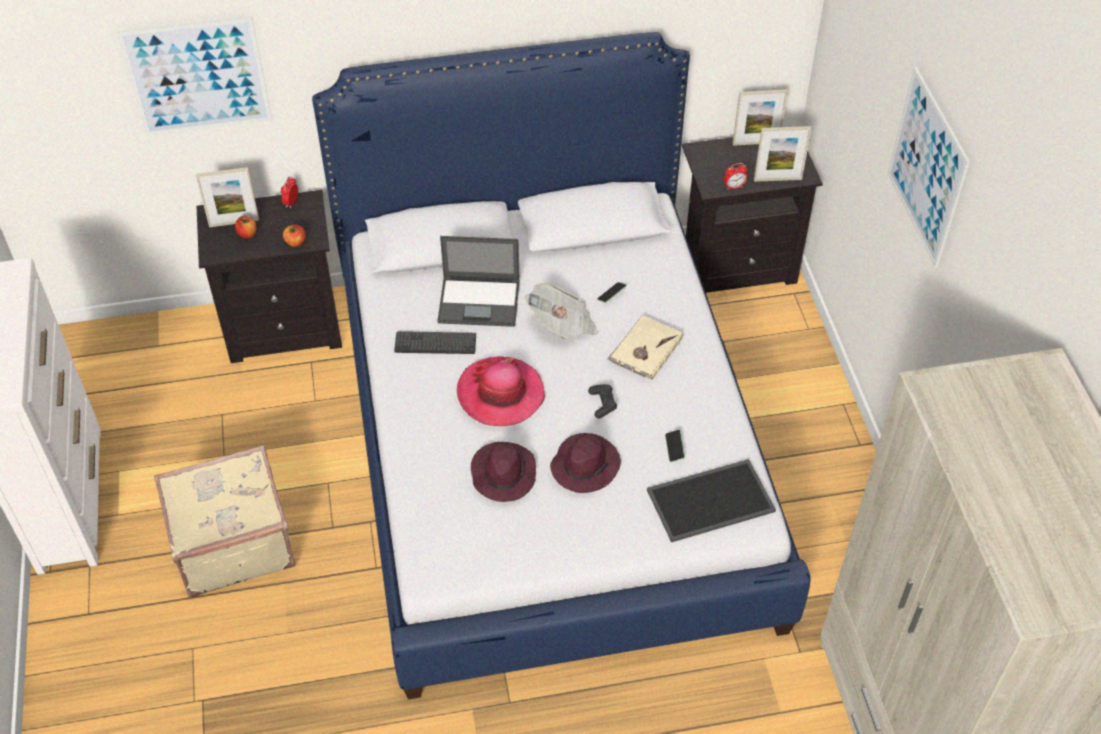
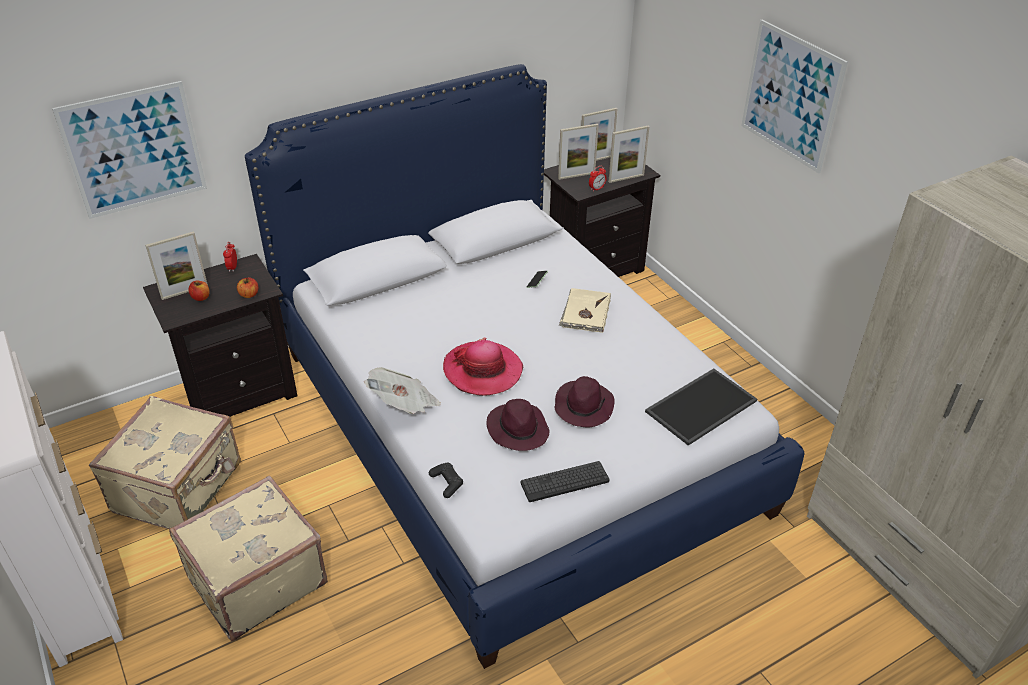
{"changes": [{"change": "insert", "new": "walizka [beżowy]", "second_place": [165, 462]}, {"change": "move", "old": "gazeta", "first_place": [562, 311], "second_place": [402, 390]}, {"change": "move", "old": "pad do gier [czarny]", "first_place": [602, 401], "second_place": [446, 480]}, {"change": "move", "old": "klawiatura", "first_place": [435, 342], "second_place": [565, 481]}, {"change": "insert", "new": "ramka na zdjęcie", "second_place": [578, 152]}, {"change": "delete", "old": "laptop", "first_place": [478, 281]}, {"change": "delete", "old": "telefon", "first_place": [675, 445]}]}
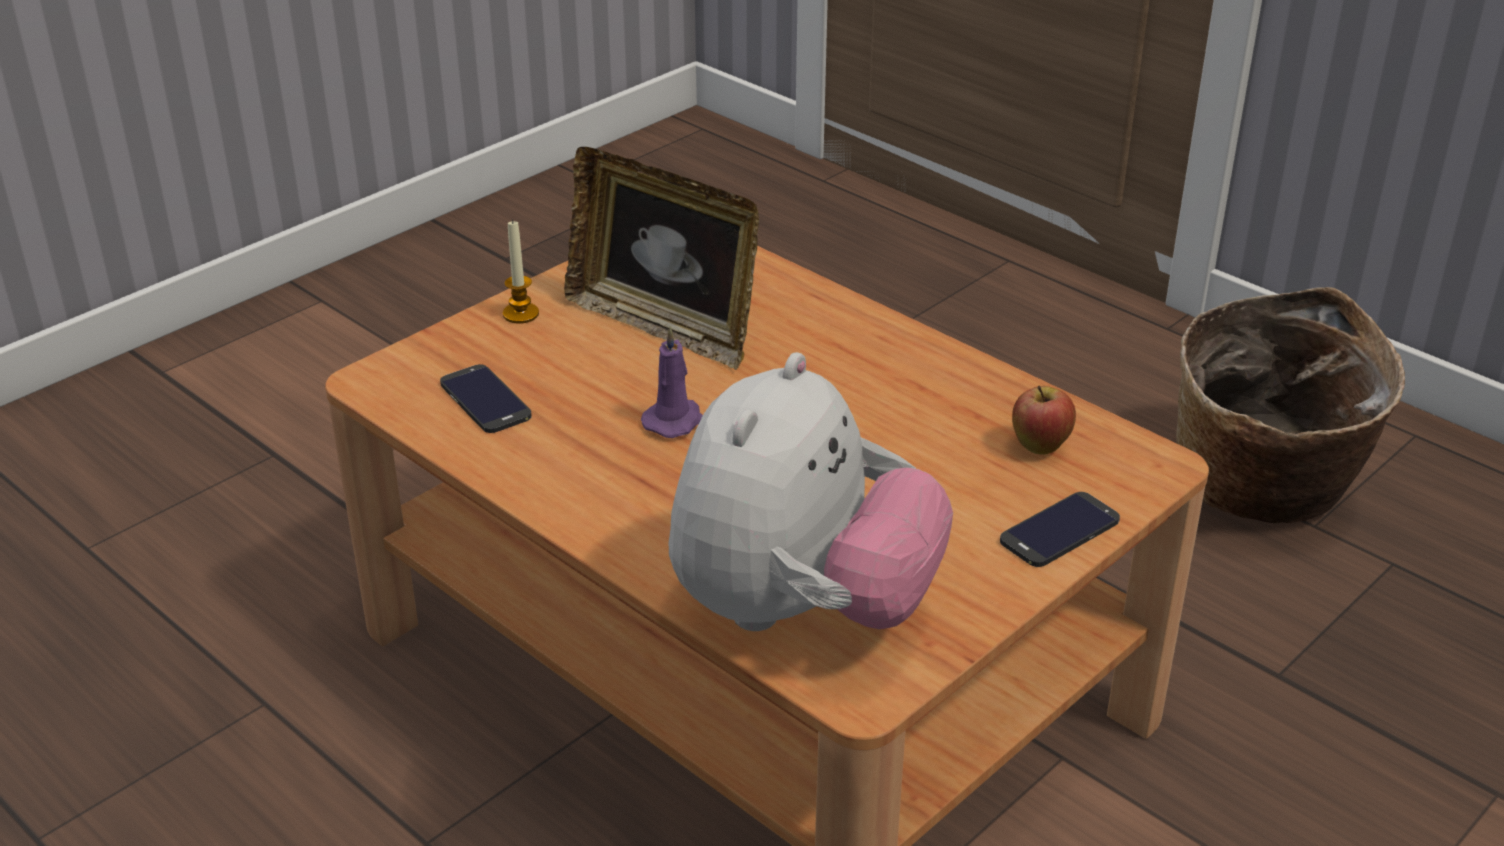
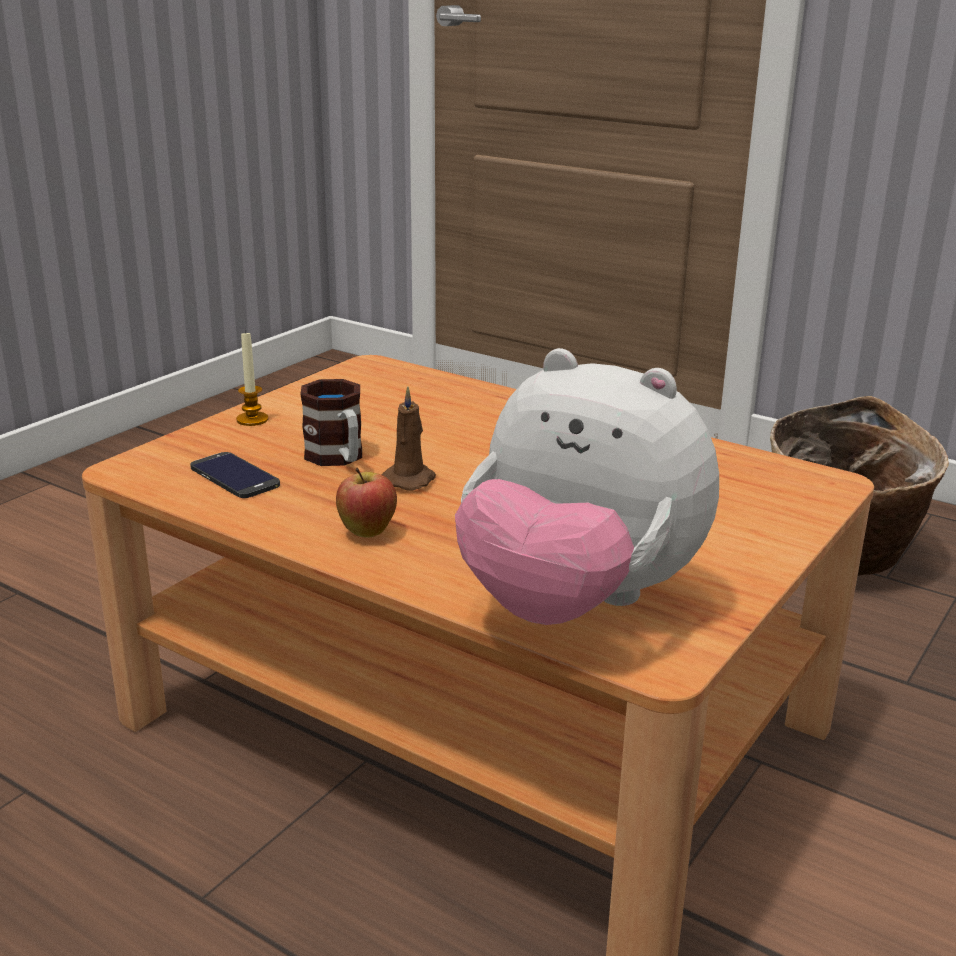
{"changes": [{"change": "insert", "new": "kubek", "second_place": [331, 422]}, {"change": "move", "old": "jabłko", "first_place": [1044, 420], "second_place": [366, 502]}, {"change": "recolor", "old": "świeca [fioletowy]", "new": "świeca [brązowy]", "first_place": [672, 382], "second_place": [409, 438]}, {"change": "rotate", "old": "pluszak", "first_place": [810, 491], "second_place": [587, 486], "degrees": 105}, {"change": "delete", "old": "ramka na zdjęcie", "first_place": [661, 258]}, {"change": "delete", "old": "telefon", "first_place": [1060, 529]}]}
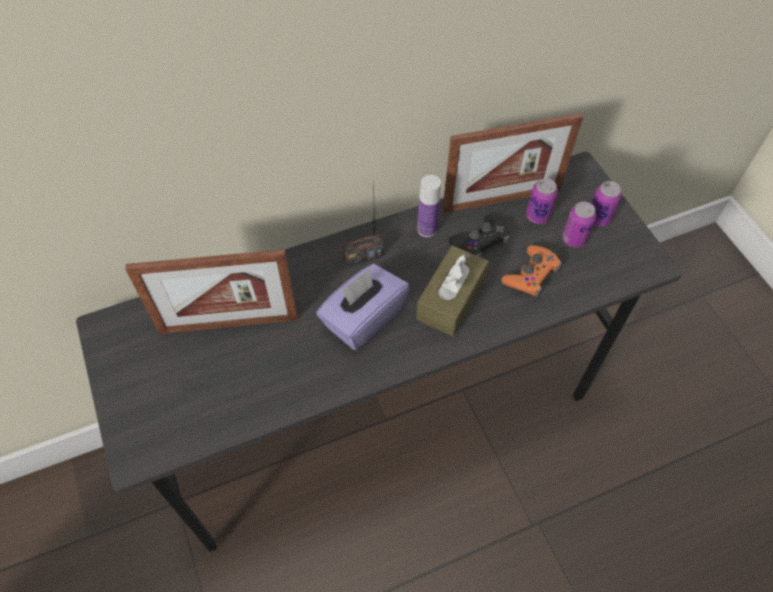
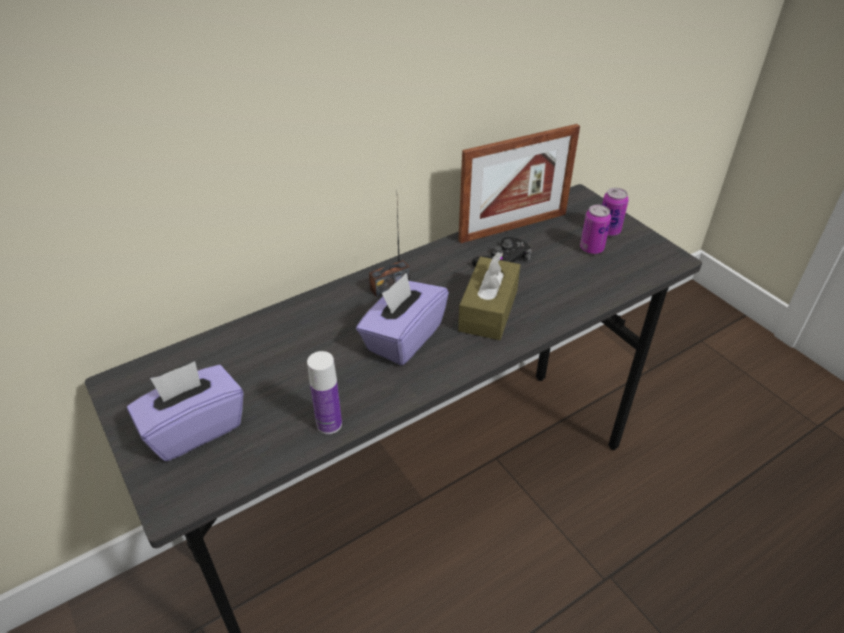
{"changes": [{"change": "insert", "new": "pudełko chusteczek [fioletowy]", "second_place": [185, 411]}, {"change": "move", "old": "butelka", "first_place": [429, 206], "second_place": [324, 392]}, {"change": "delete", "old": "ramka na zdjęcie", "first_place": [211, 291]}, {"change": "delete", "old": "pad do gier [pomarańczowy]", "first_place": [531, 271]}, {"change": "delete", "old": "puszka", "first_place": [542, 201]}]}
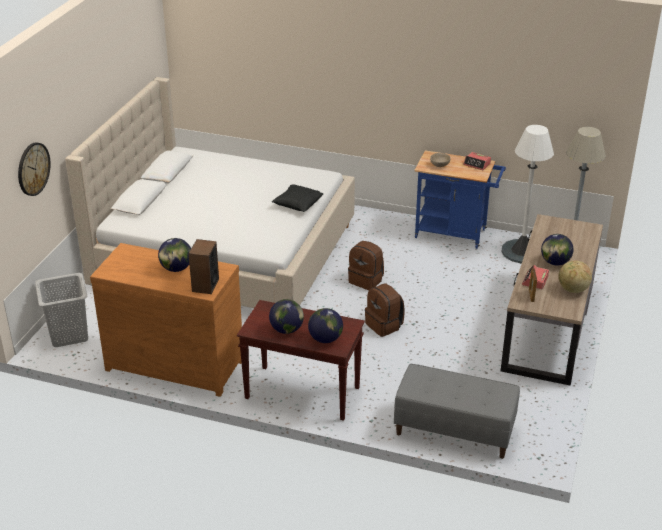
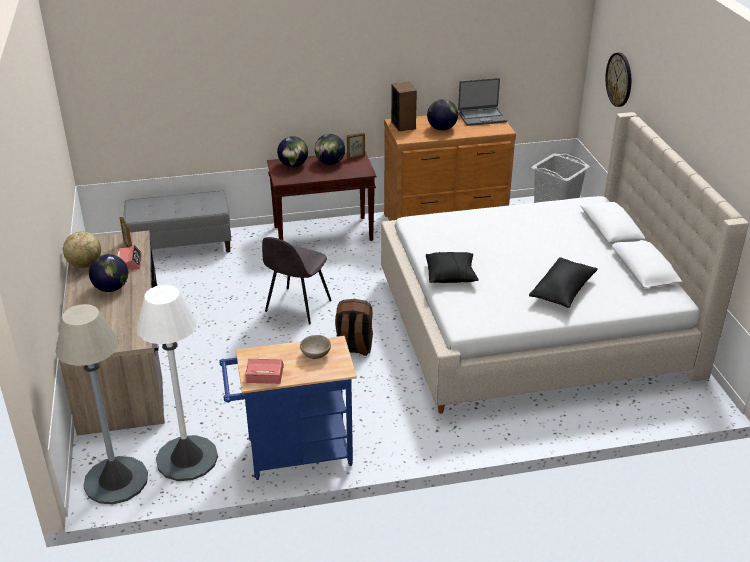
{"changes": [{"change": "replace", "old": "plecak [brązowy]", "new": "krzesło [szary]", "first_place": [385, 310], "second_place": [297, 281]}, {"change": "insert", "new": "ramka na zdjęcie", "second_place": [356, 145]}, {"change": "insert", "new": "laptop", "second_place": [482, 102]}, {"change": "insert", "new": "poduszka [czarny]", "second_place": [563, 282]}]}
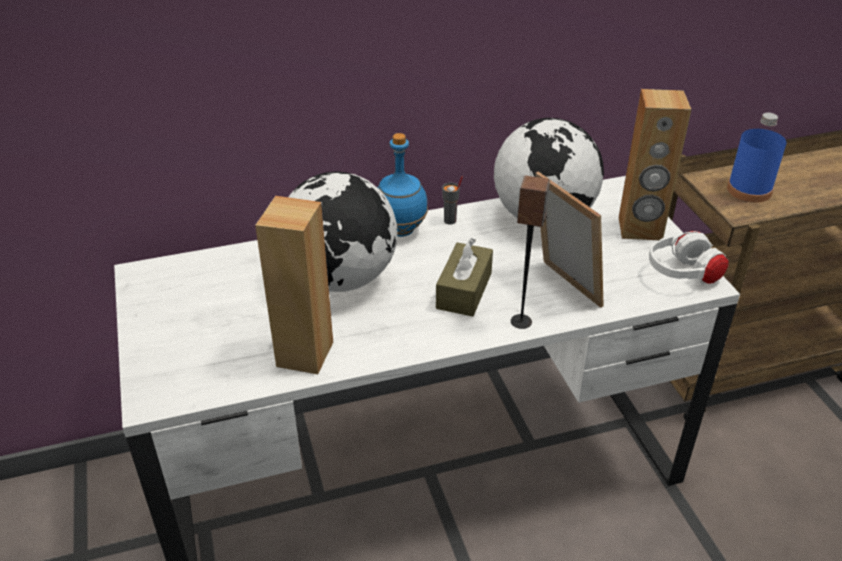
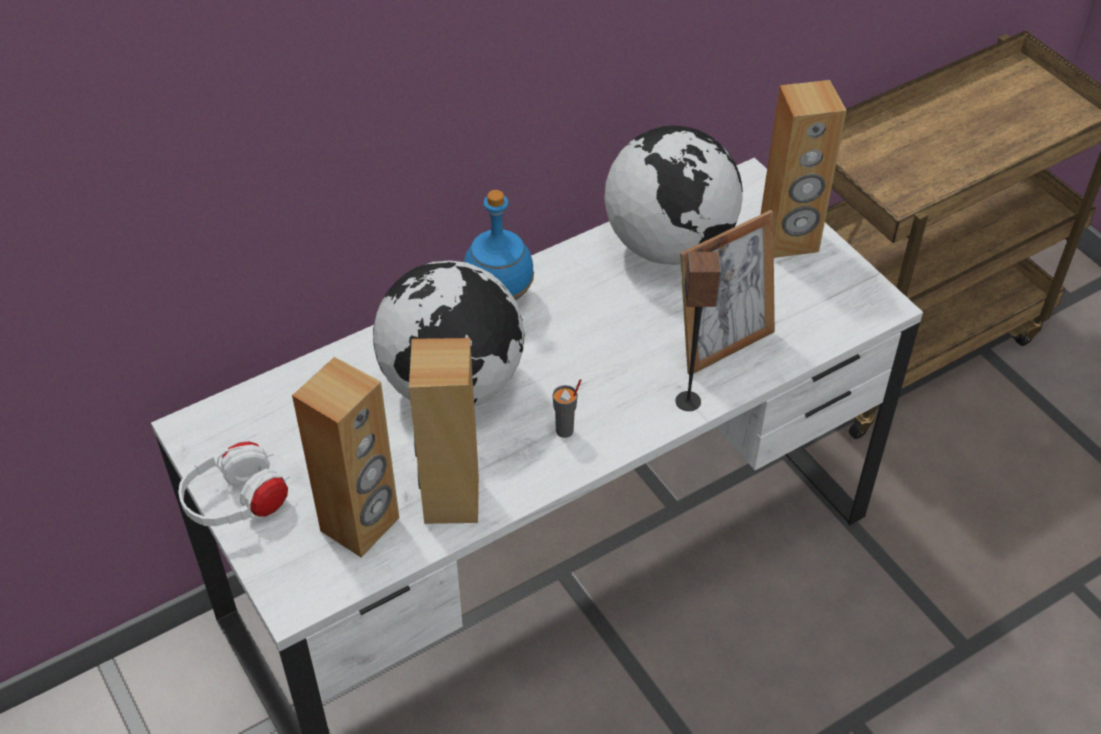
{"changes": [{"change": "move", "old": "słuchawki [biały]", "first_place": [689, 258], "second_place": [233, 483]}, {"change": "insert", "new": "głośnik [brązowy]", "second_place": [345, 457]}, {"change": "move", "old": "filiżanka [szary]", "first_place": [452, 200], "second_place": [567, 408]}, {"change": "rotate", "old": "ramka na zdjęcie", "first_place": [569, 239], "second_place": [727, 292], "degrees": 105}, {"change": "delete", "old": "pudełko chusteczek [brązowy]", "first_place": [464, 277]}, {"change": "delete", "old": "butelka [niebieski]", "first_place": [756, 157]}]}
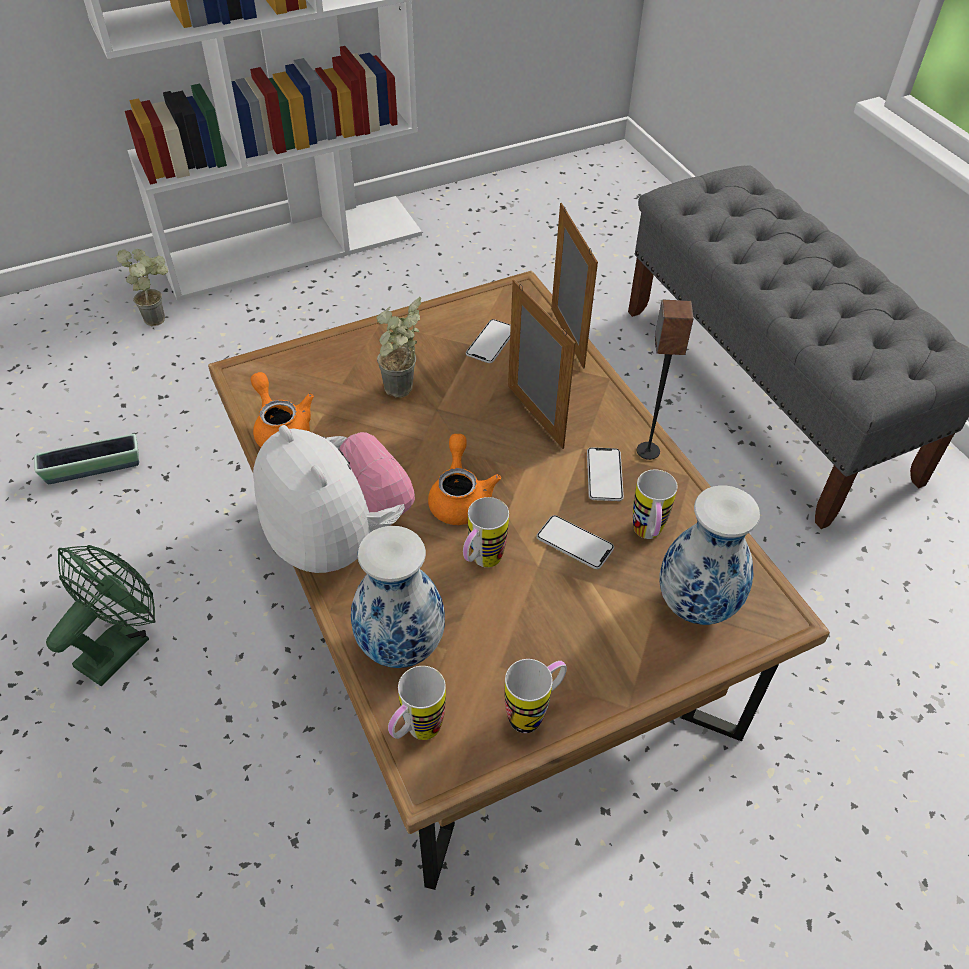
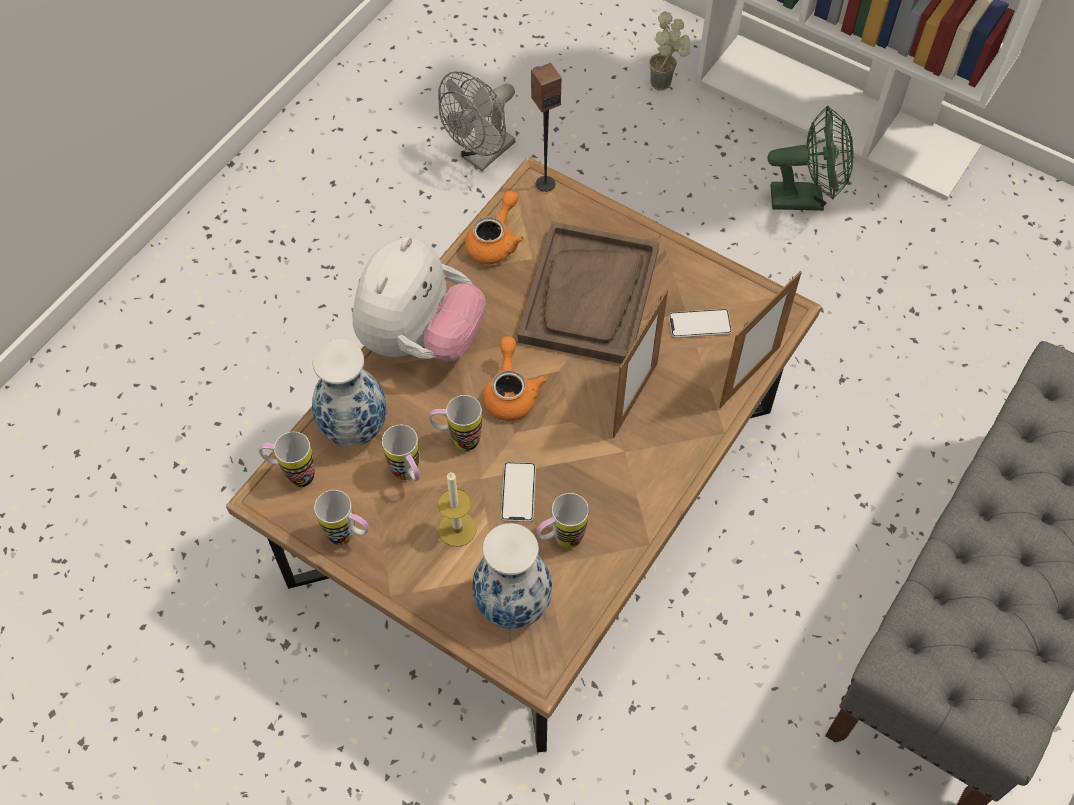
{"changes": [{"change": "insert", "new": "kubek", "second_place": [401, 453]}, {"change": "insert", "new": "świeca", "second_place": [457, 509]}, {"change": "replace", "old": "donica", "new": "wentylator [szary]", "first_place": [86, 459], "second_place": [476, 121]}, {"change": "rotate", "old": "imbryk [pomarańczowy]", "first_place": [464, 479], "second_place": [515, 378], "degrees": -60}, {"change": "replace", "old": "roślina doniczkowa", "new": "taca [brązowy]", "first_place": [398, 347], "second_place": [588, 293]}, {"change": "move", "old": "głośnik", "first_place": [665, 380], "second_place": [546, 127]}, {"change": "move", "old": "wentylator [zielony]", "first_place": [100, 615], "second_place": [811, 158]}, {"change": "delete", "old": "telefon", "first_place": [605, 474]}]}
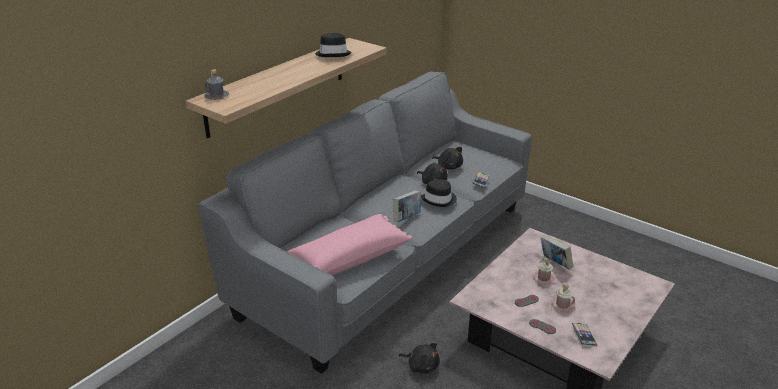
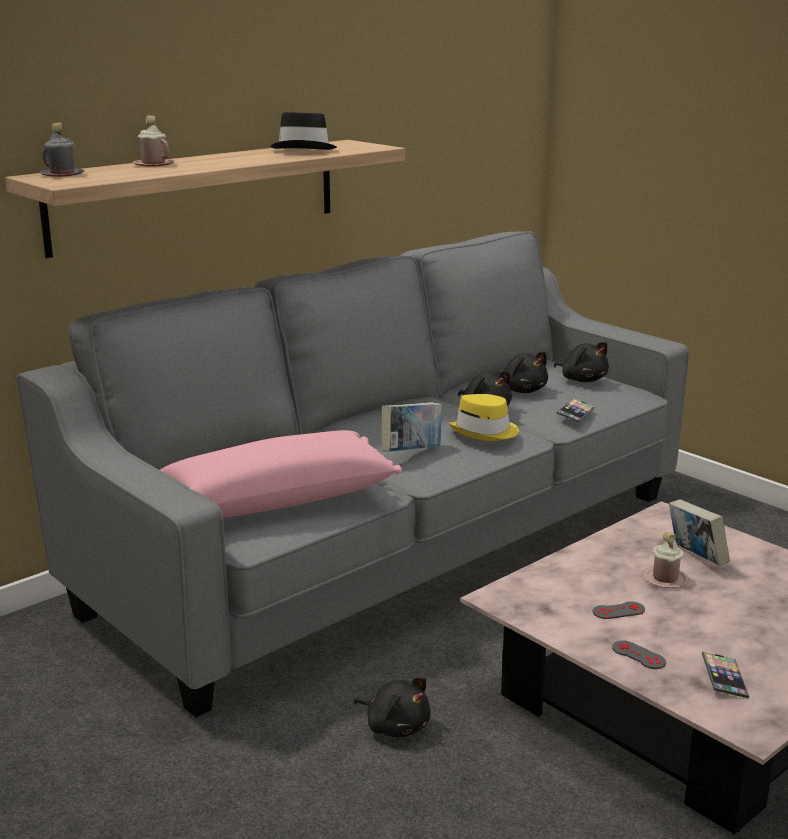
{"changes": [{"change": "move", "old": "kubek [różowy]", "first_place": [563, 298], "second_place": [153, 141]}, {"change": "recolor", "old": "kapelusz [czarny]", "new": "kapelusz [żółty]", "first_place": [439, 193], "second_place": [484, 417]}, {"change": "insert", "new": "pluszak [czarny]", "second_place": [581, 362]}]}
